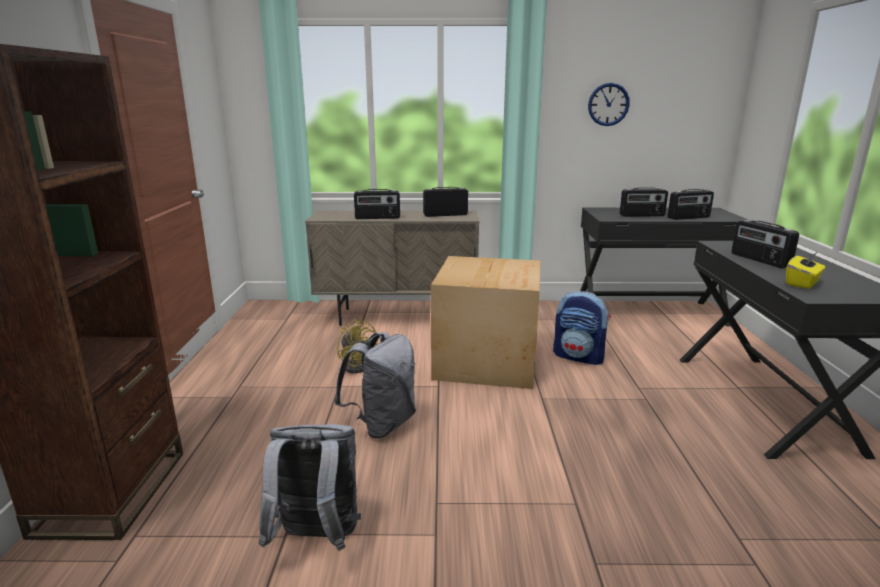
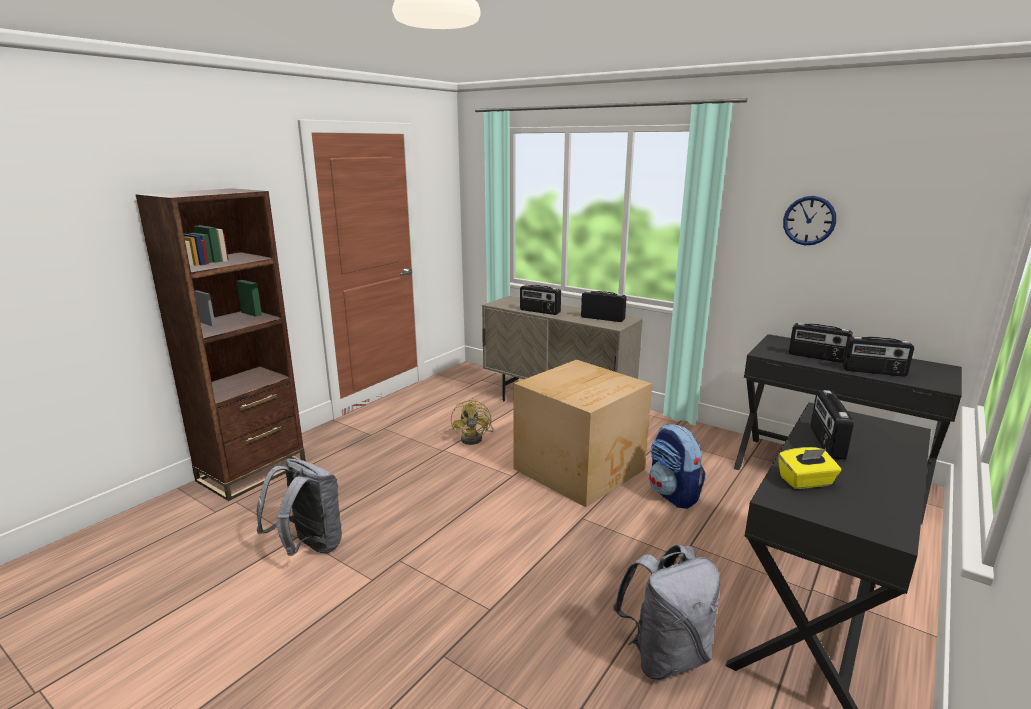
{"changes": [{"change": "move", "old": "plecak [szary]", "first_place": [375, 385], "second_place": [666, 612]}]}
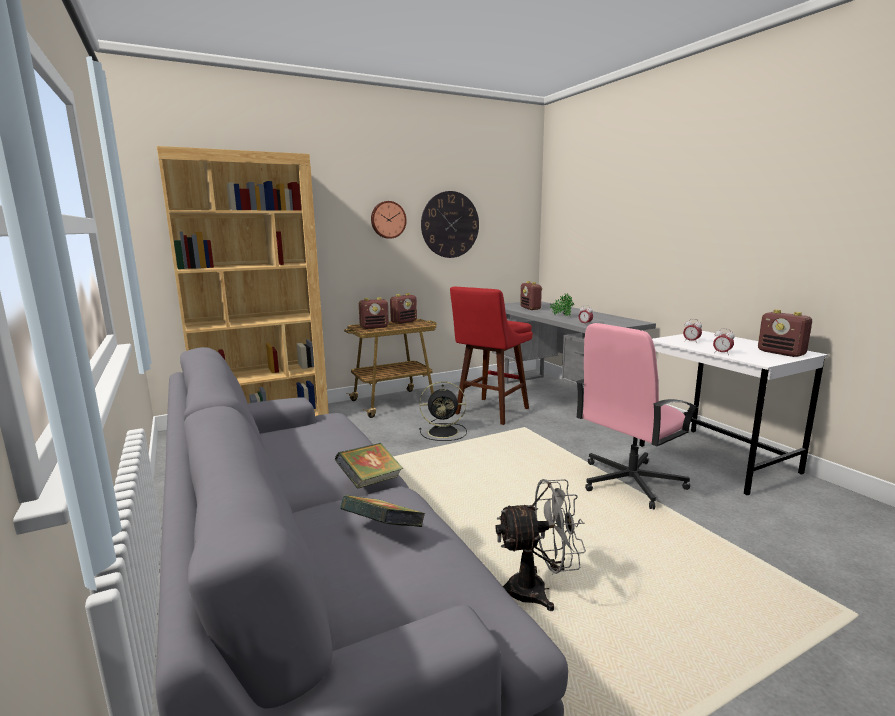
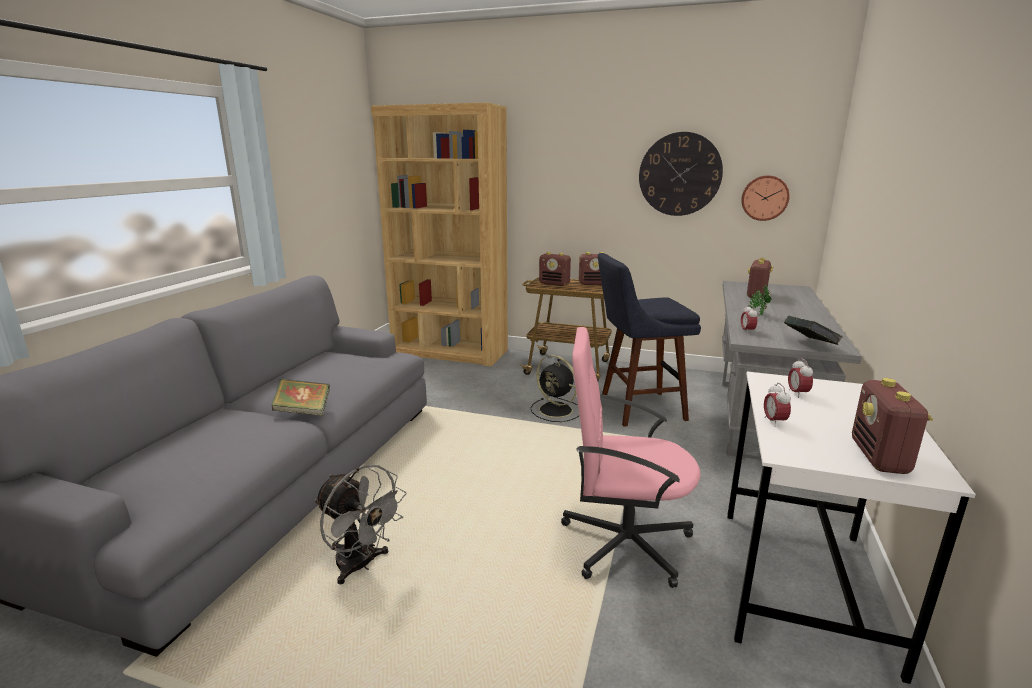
{"changes": [{"change": "recolor", "old": "stołek [czerwony]", "new": "stołek [niebieski]", "first_place": [491, 356], "second_place": [649, 340]}, {"change": "move", "old": "zegar ścienny", "first_place": [389, 220], "second_place": [765, 198]}, {"change": "move", "old": "książka", "first_place": [383, 511], "second_place": [813, 330]}]}
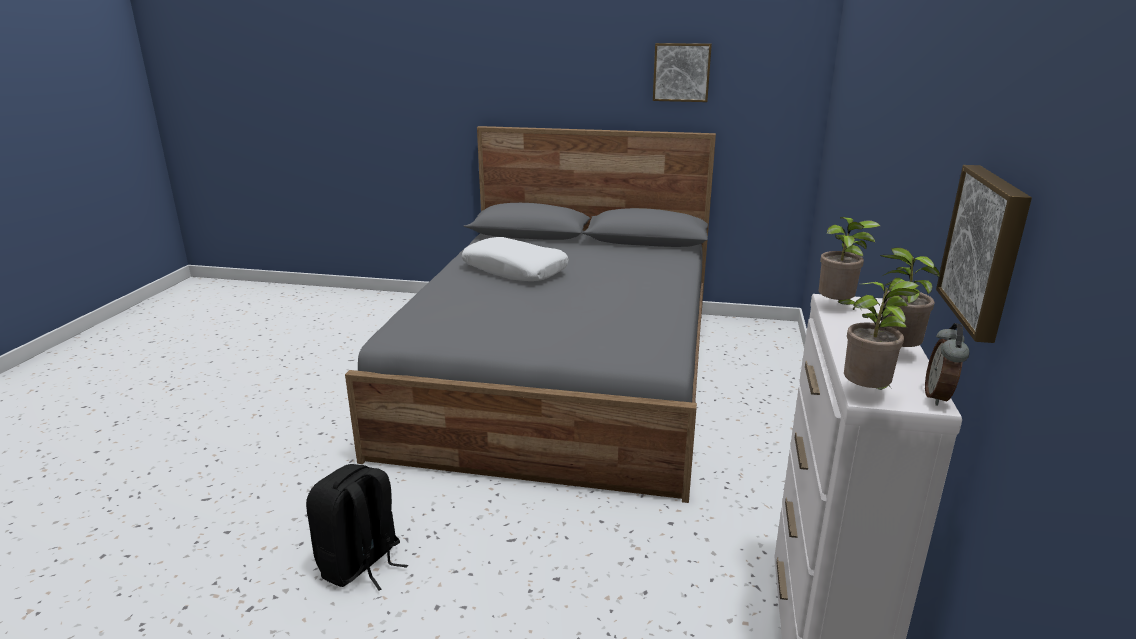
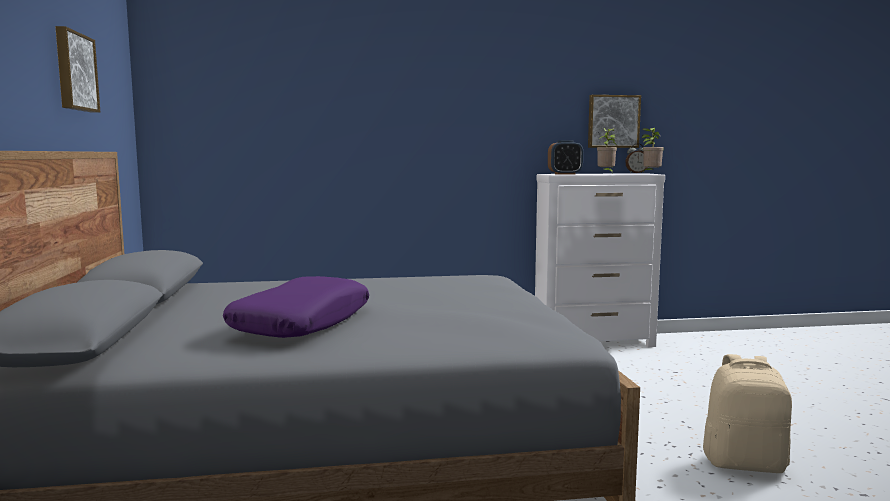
{"changes": [{"change": "recolor", "old": "poduszka [biały]", "new": "poduszka [fioletowy]", "first_place": [515, 259], "second_place": [296, 307]}, {"change": "replace", "old": "roślina doniczkowa", "new": "budzik", "first_place": [849, 264], "second_place": [565, 157]}, {"change": "recolor", "old": "plecak [czarny]", "new": "plecak [beżowy]", "first_place": [357, 527], "second_place": [747, 413]}]}
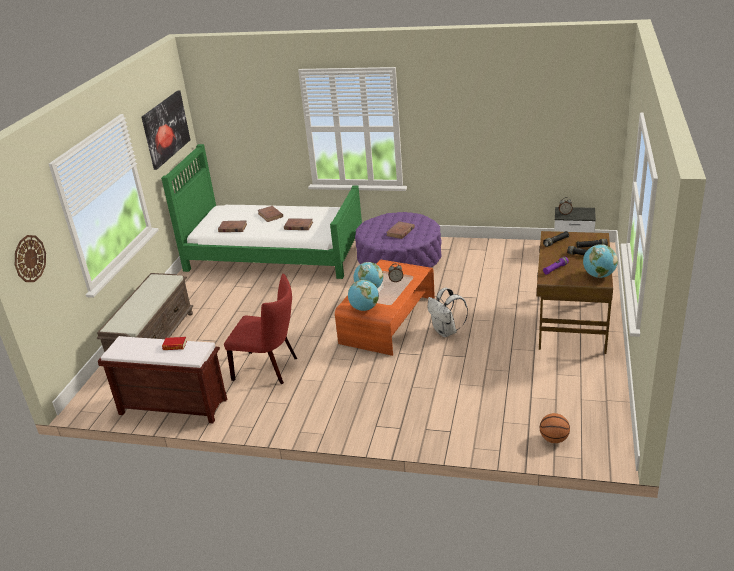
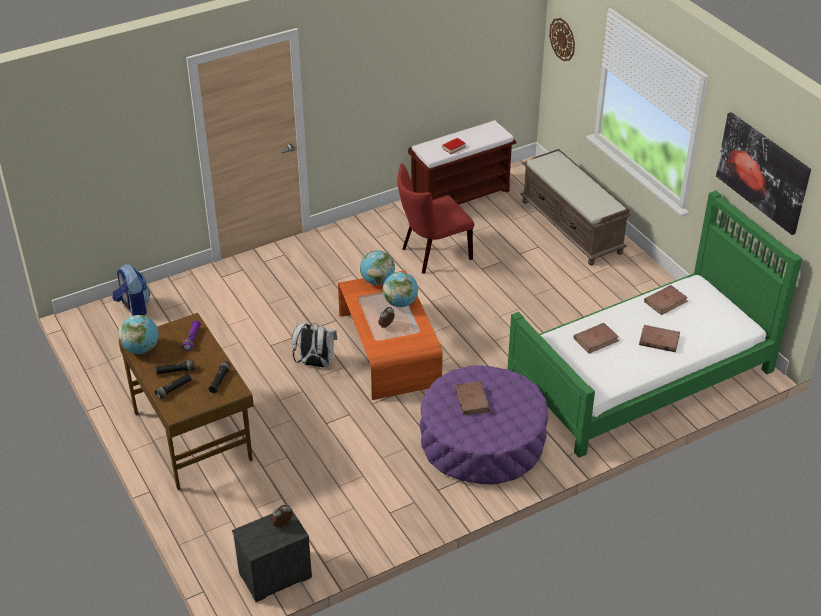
{"changes": [{"change": "replace", "old": "piłka do koszykówki", "new": "plecak", "first_place": [555, 428], "second_place": [131, 290]}]}
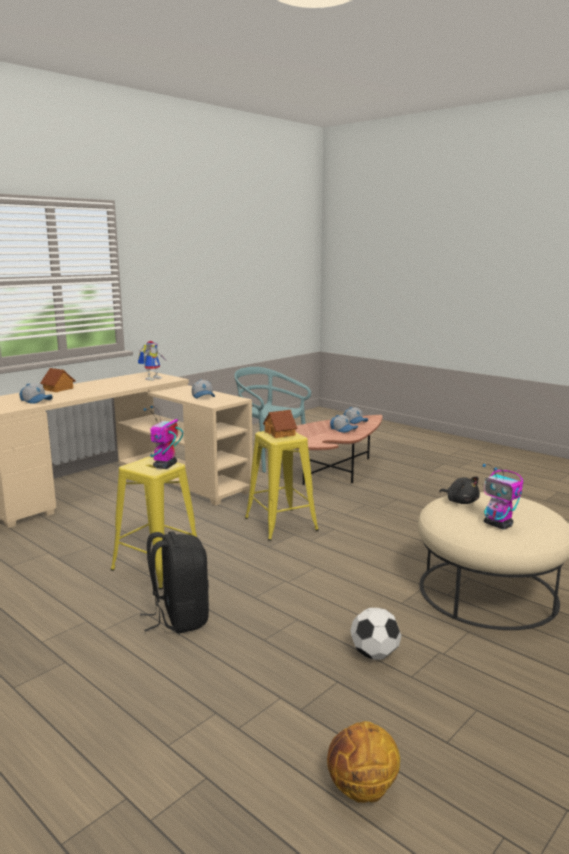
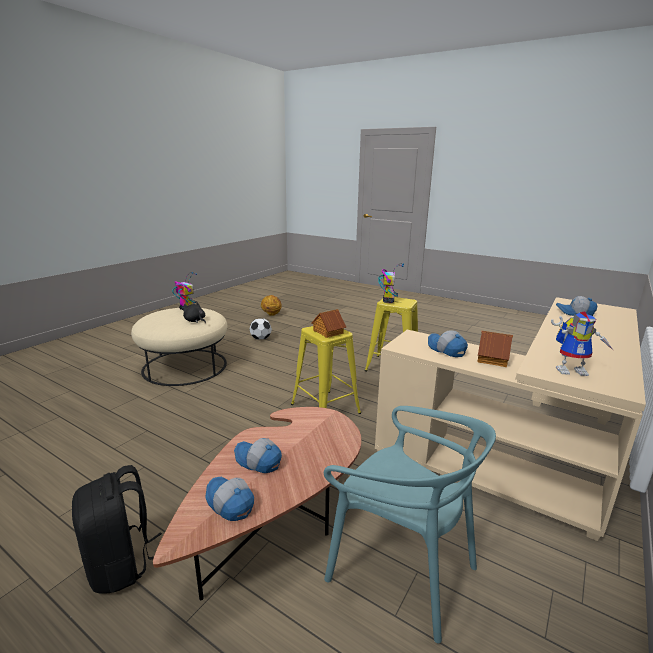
{"changes": [{"change": "move", "old": "plecak [czarny]", "first_place": [174, 582], "second_place": [117, 529]}, {"change": "move", "old": "domek", "first_place": [58, 380], "second_place": [495, 349]}, {"change": "rotate", "old": "robot zabawkowy", "first_place": [152, 361], "second_place": [582, 343], "degrees": -105}]}
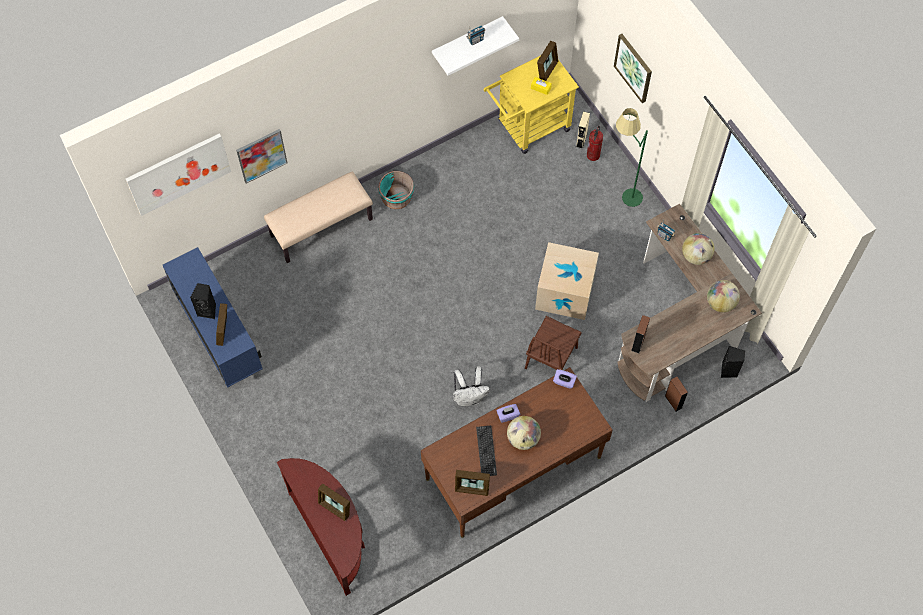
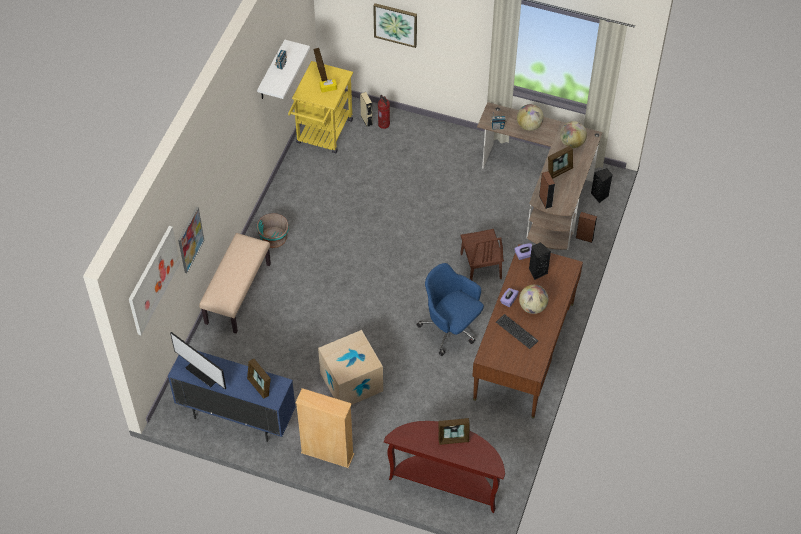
{"changes": [{"change": "insert", "new": "monitor", "second_place": [198, 361]}, {"change": "insert", "new": "regał [beżowy]", "second_place": [324, 428]}, {"change": "move", "old": "karton", "first_place": [567, 281], "second_place": [350, 367]}, {"change": "replace", "old": "plecak [biały]", "new": "krzesło biurowe [niebieski]", "first_place": [471, 386], "second_place": [450, 309]}, {"change": "move", "old": "głośnik [czarny]", "first_place": [203, 301], "second_place": [540, 261]}, {"change": "move", "old": "ramka na zdjęcie", "first_place": [472, 483], "second_place": [560, 162]}, {"change": "delete", "old": "lampa stojąca [zielony]", "first_place": [632, 157]}]}
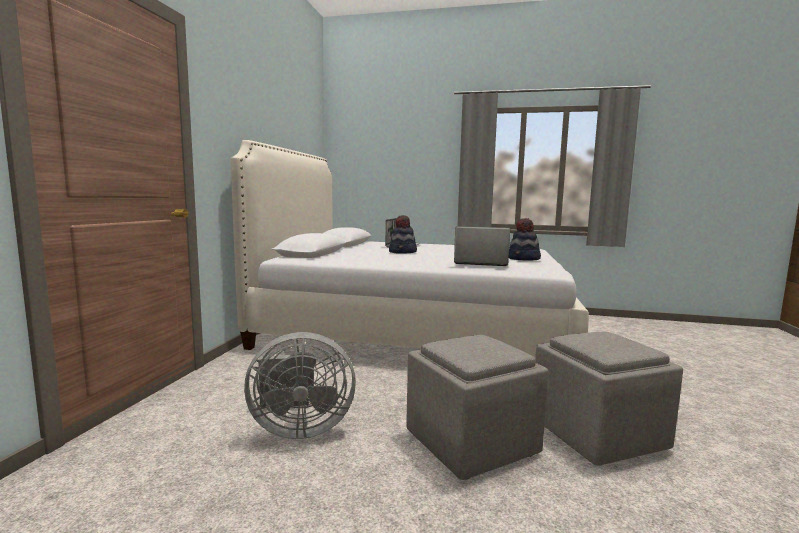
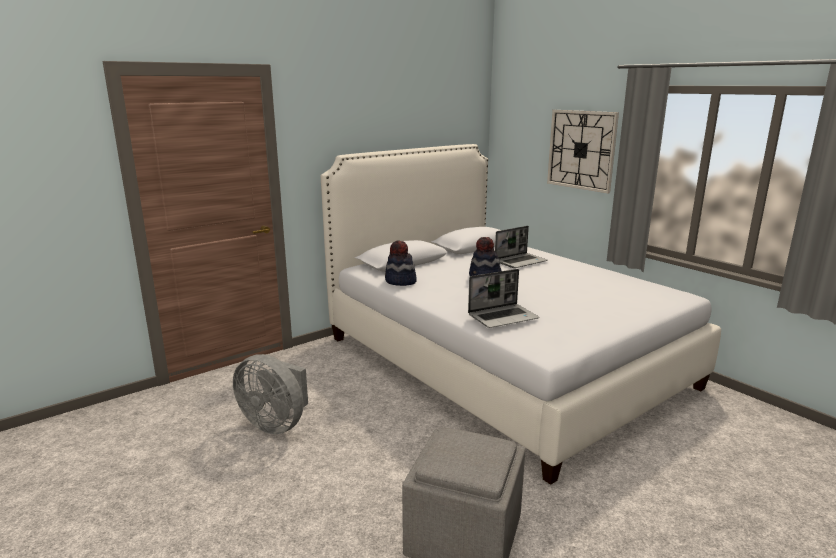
{"changes": [{"change": "move", "old": "kapelusz", "first_place": [525, 239], "second_place": [401, 263]}, {"change": "rotate", "old": "laptop", "first_place": [482, 246], "second_place": [503, 298], "degrees": 105}, {"change": "insert", "new": "zegar ścienny", "second_place": [583, 151]}, {"change": "delete", "old": "pufa [szary]", "first_place": [477, 407]}]}
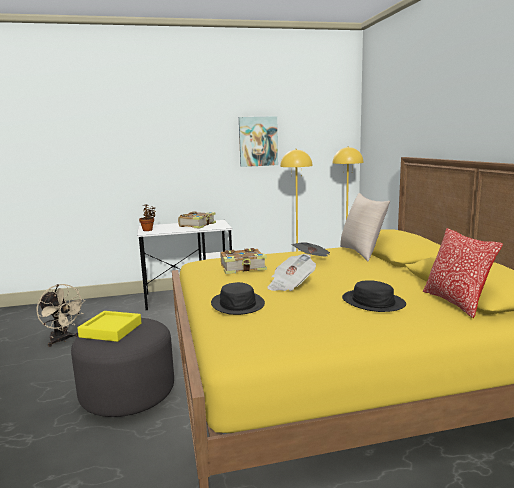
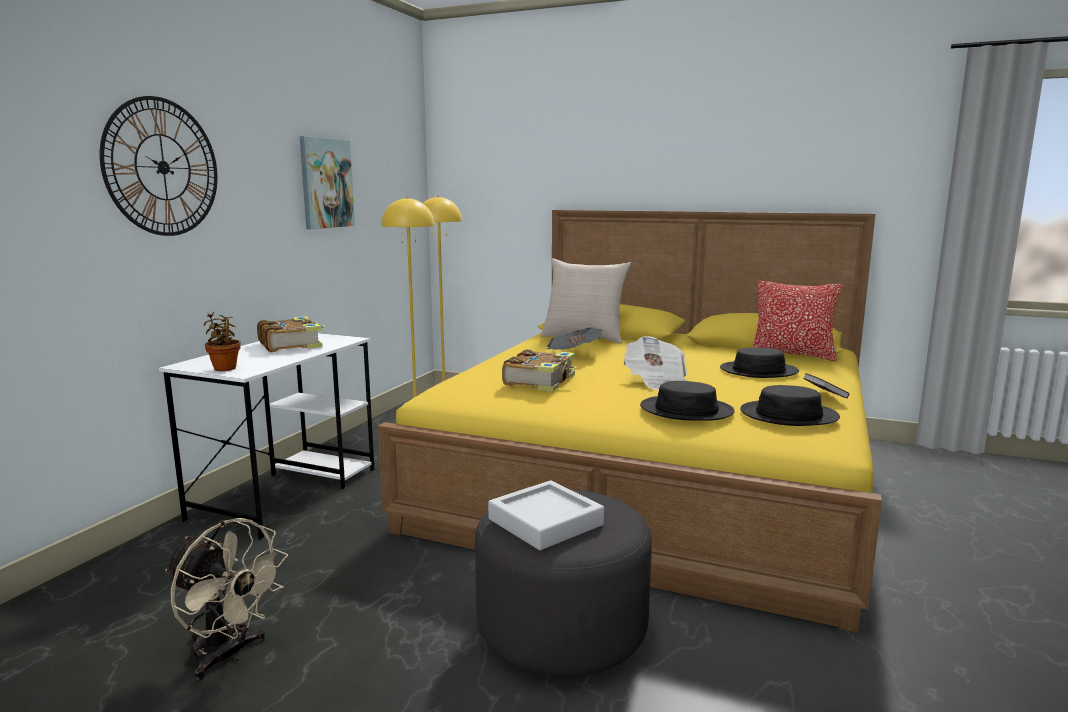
{"changes": [{"change": "insert", "new": "zegar ścienny", "second_place": [158, 166]}, {"change": "rotate", "old": "wentylator [beżowy]", "first_place": [60, 315], "second_place": [226, 599], "degrees": 45}, {"change": "recolor", "old": "taca [żółty]", "new": "taca [szary]", "first_place": [109, 326], "second_place": [546, 515]}, {"change": "insert", "new": "kapelusz [czarny]", "second_place": [790, 405]}, {"change": "insert", "new": "książka", "second_place": [826, 386]}]}
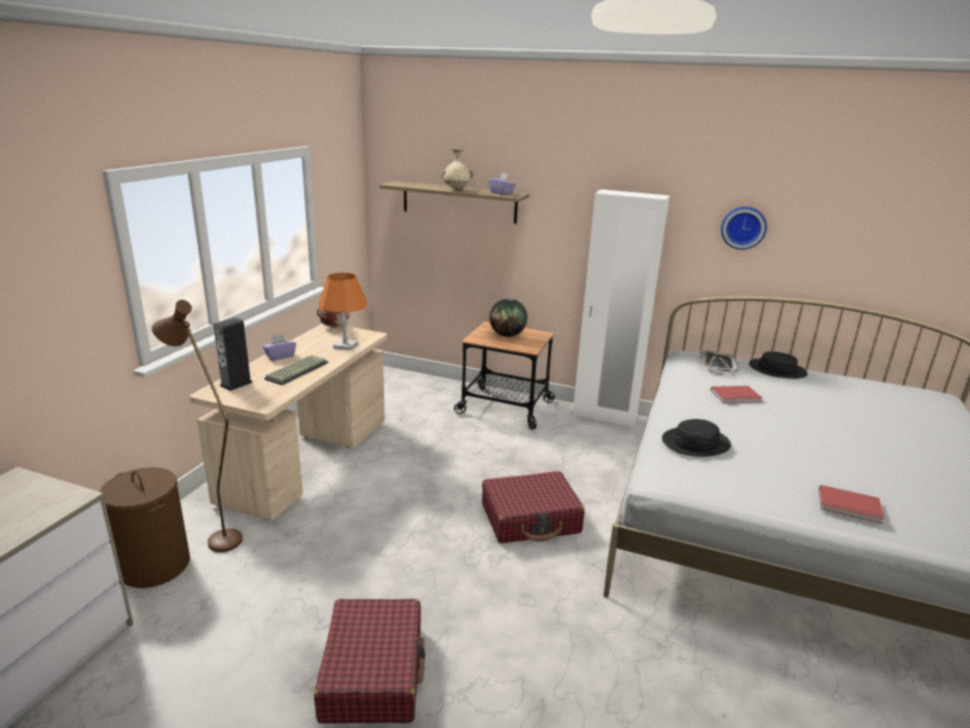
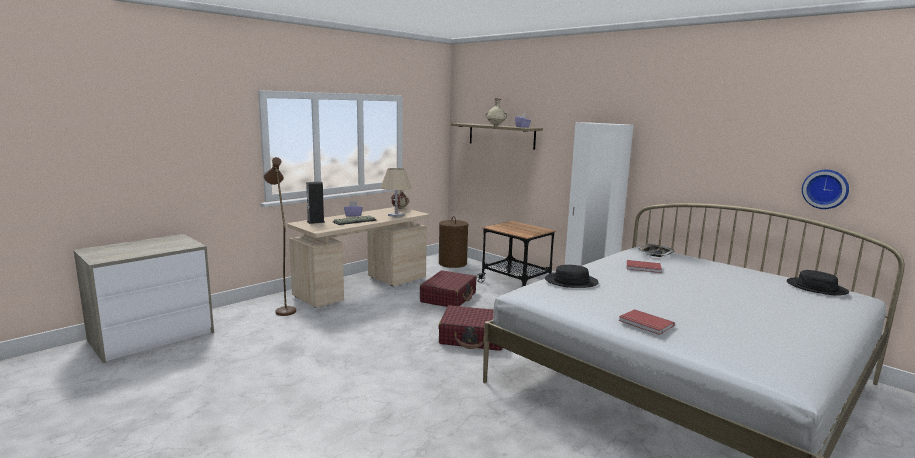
{"changes": [{"change": "recolor", "old": "lampa stołowa [pomarańczowy]", "new": "lampa stołowa [beżowy]", "first_place": [343, 311], "second_place": [396, 193]}, {"change": "move", "old": "walizka [czerwony]", "first_place": [369, 661], "second_place": [448, 288]}, {"change": "move", "old": "kosz na pranie [brązowy]", "first_place": [145, 527], "second_place": [453, 242]}, {"change": "move", "old": "kapelusz [czarny]", "first_place": [778, 365], "second_place": [818, 283]}, {"change": "move", "old": "zegar ścienny", "first_place": [744, 228], "second_place": [825, 189]}, {"change": "delete", "old": "globus", "first_place": [509, 318]}]}
